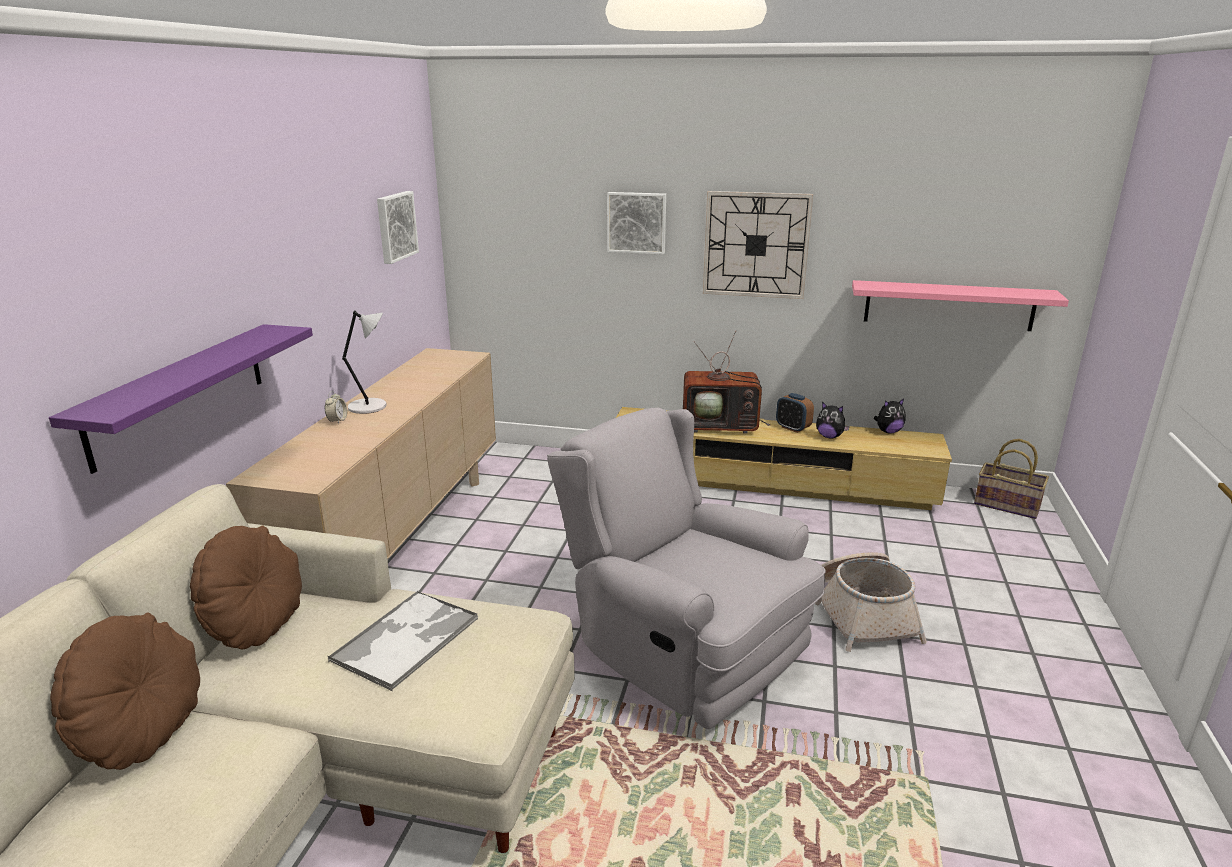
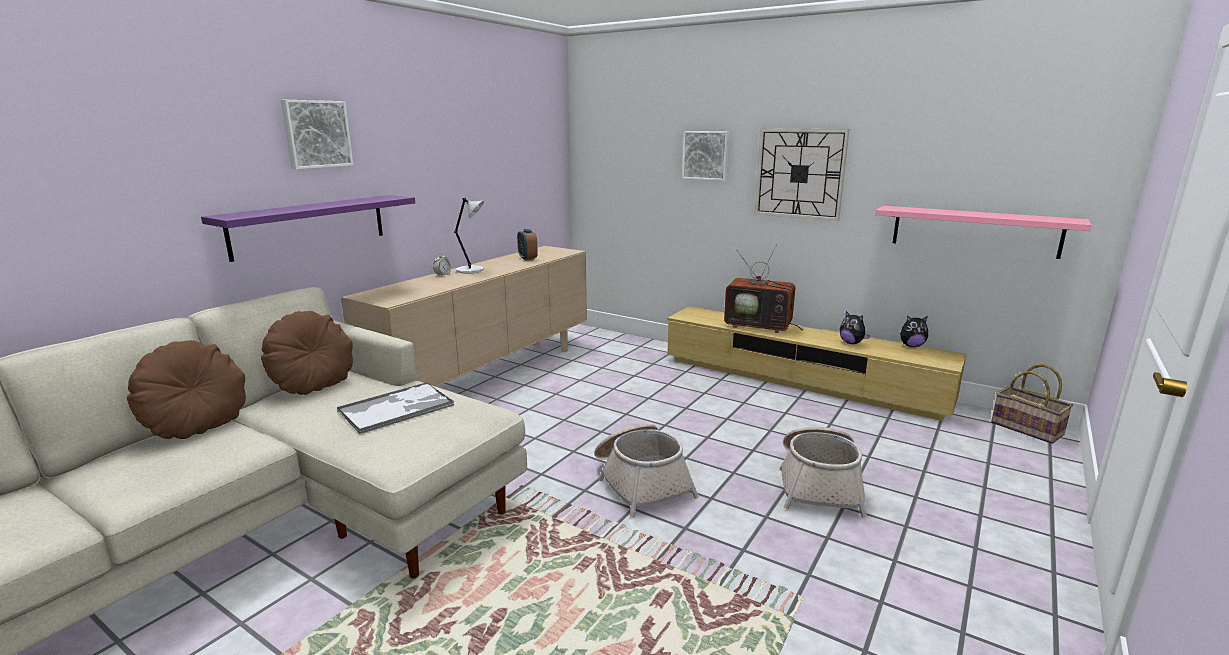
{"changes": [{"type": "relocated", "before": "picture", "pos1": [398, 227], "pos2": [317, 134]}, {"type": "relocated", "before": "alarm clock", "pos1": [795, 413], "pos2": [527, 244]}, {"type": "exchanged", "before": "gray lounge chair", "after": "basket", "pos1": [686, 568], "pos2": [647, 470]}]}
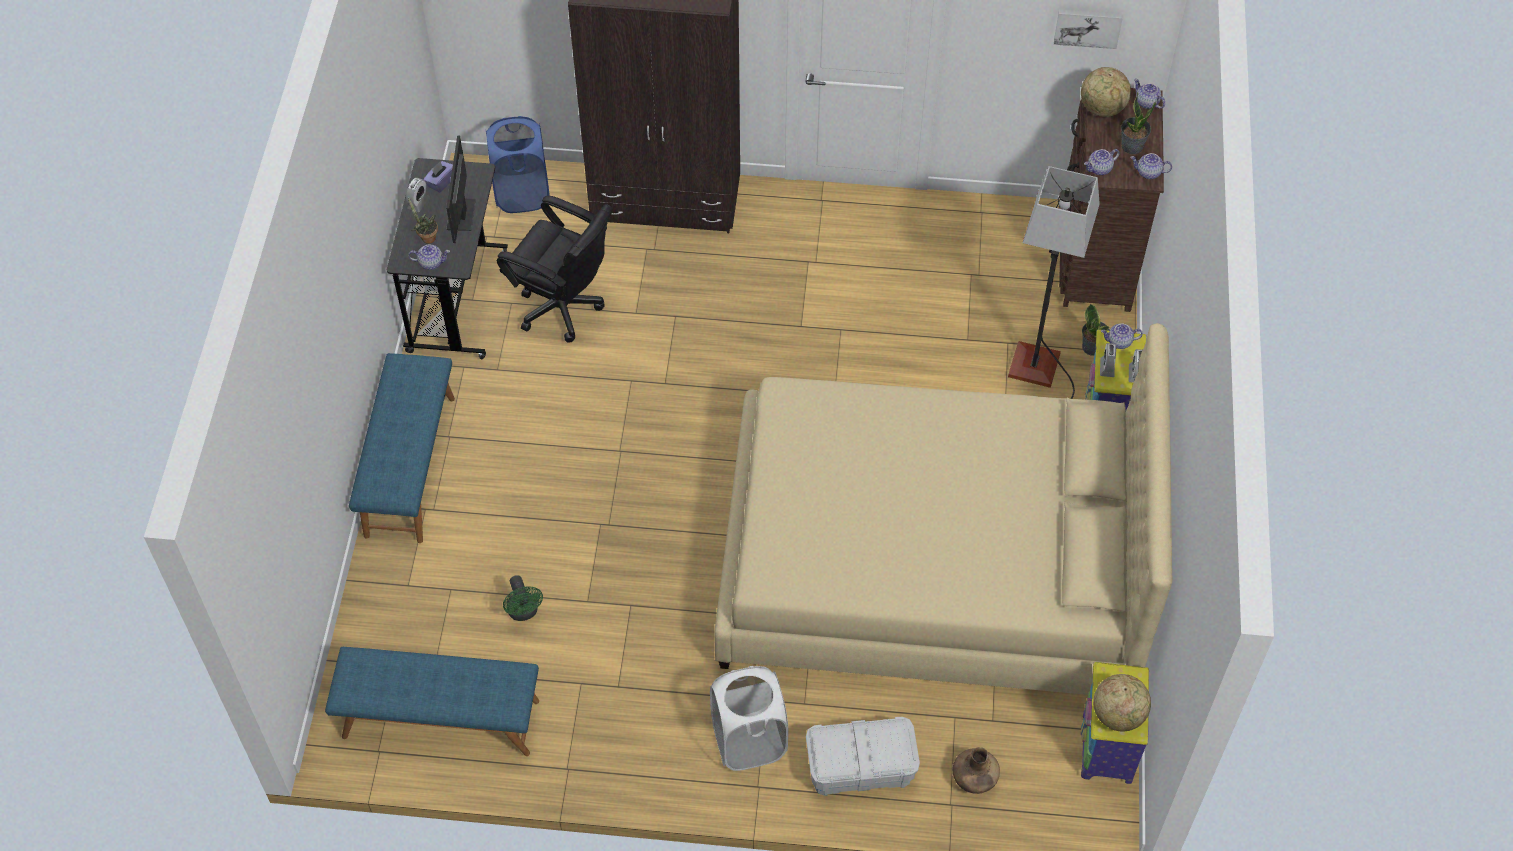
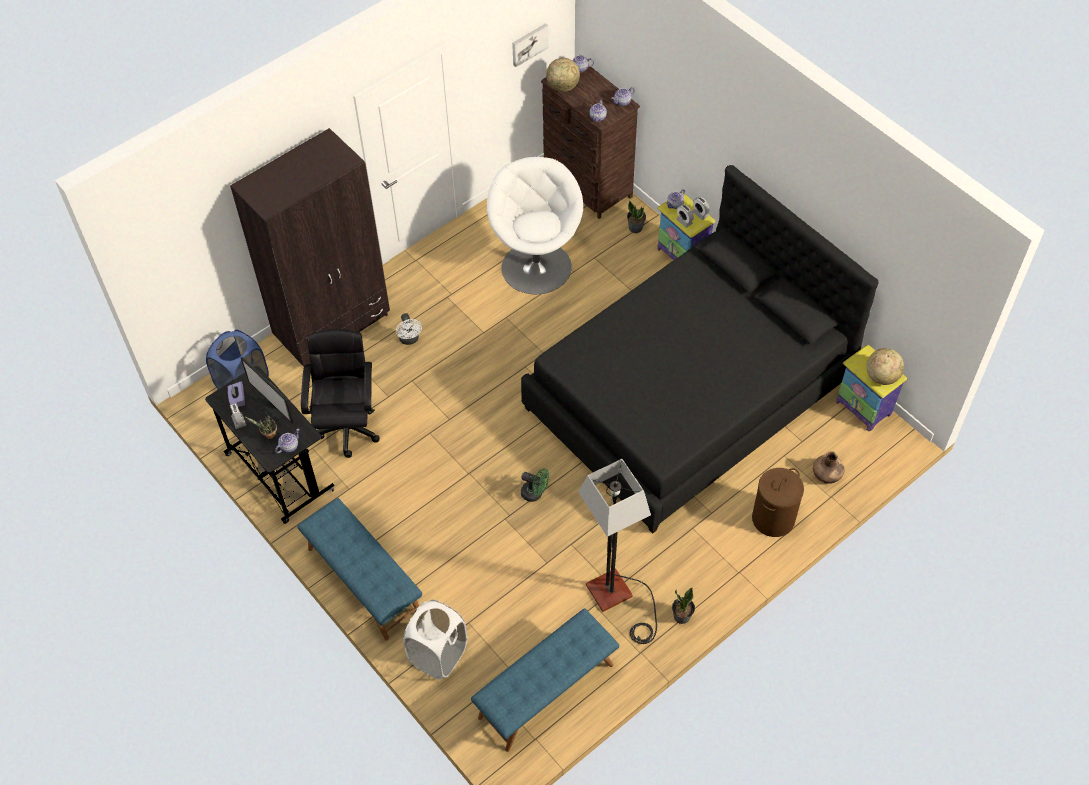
{"changes": [{"type": "appeared", "after": "whitish cooling fan", "pos2": [409, 329]}, {"type": "appeared", "after": "whitish lounge chair", "pos2": [535, 225]}, {"type": "relocated", "before": "green cooling fan", "pos1": [523, 598], "pos2": [535, 485]}, {"type": "relocated", "before": "whitish washing basket", "pos1": [749, 718], "pos2": [435, 640]}, {"type": "relocated", "before": "standing lamp", "pos1": [1054, 282], "pos2": [617, 551]}, {"type": "relocated", "before": "potted plant", "pos1": [1138, 123], "pos2": [683, 606]}, {"type": "exchanged", "before": "whitish storage box", "after": "brown-coloured washing basket", "pos1": [863, 756], "pos2": [778, 502]}, {"type": "colour", "before": "sand-coloured bed", "after": "black-coloured bed", "pos1": [943, 509], "pos2": [699, 349]}, {"type": "spun", "before": "black-coloured office chair", "pos1": [555, 269], "pos2": [340, 393], "turn": -75}]}
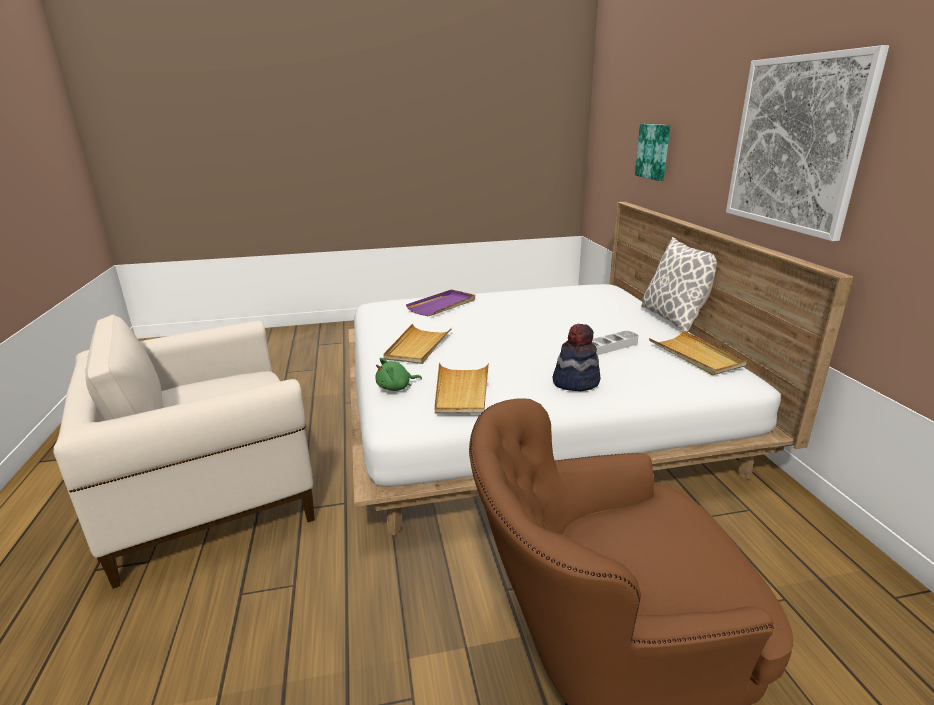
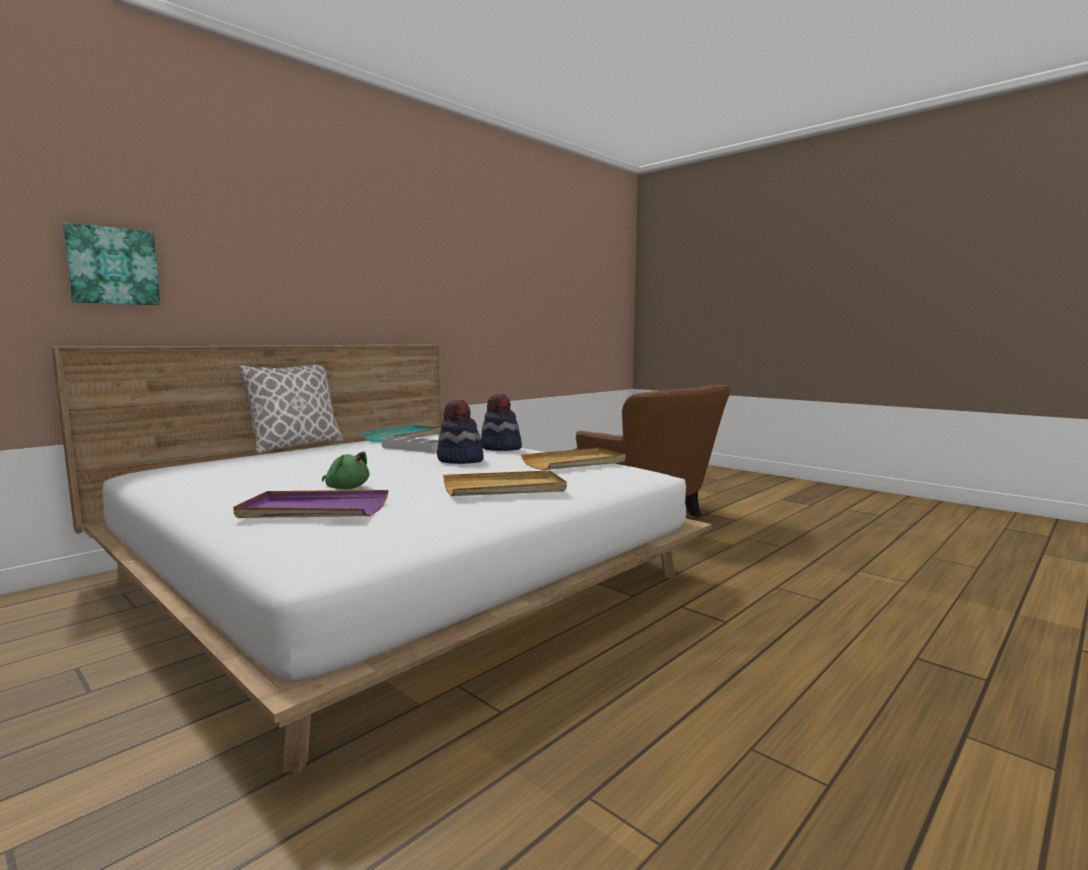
{"changes": [{"type": "missing", "before": "sand-coloured lounge chair", "pos1": [184, 451]}, {"type": "missing", "before": "picture", "pos1": [807, 143]}, {"type": "appeared", "after": "hat", "pos2": [460, 432]}, {"type": "relocated", "before": "green soft toy", "pos1": [398, 374], "pos2": [346, 471]}, {"type": "colour", "before": "sand-coloured carrying tray", "after": "turquoise-coloured carrying tray", "pos1": [698, 352], "pos2": [400, 433]}]}
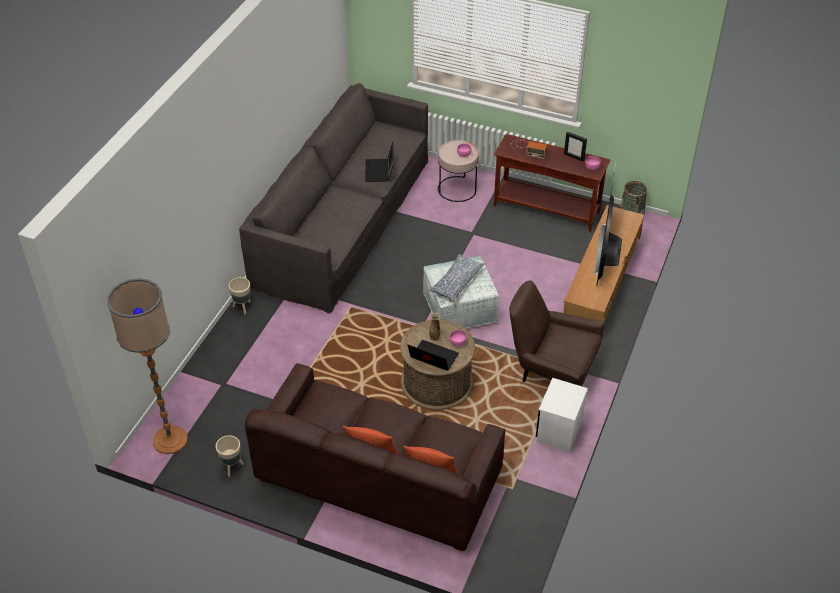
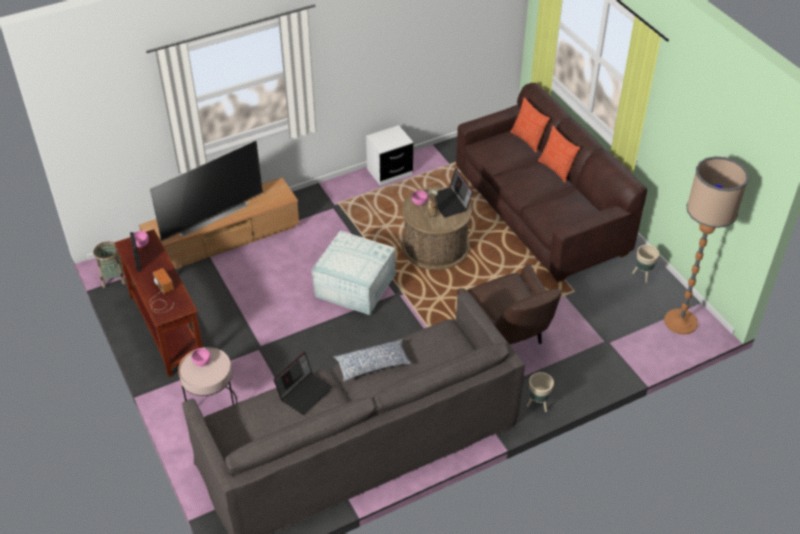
{"changes": [{"type": "relocated", "before": "pillow", "pos1": [456, 278], "pos2": [372, 360]}, {"type": "relocated", "before": "brown-coloured lounge chair", "pos1": [557, 333], "pos2": [509, 304]}]}
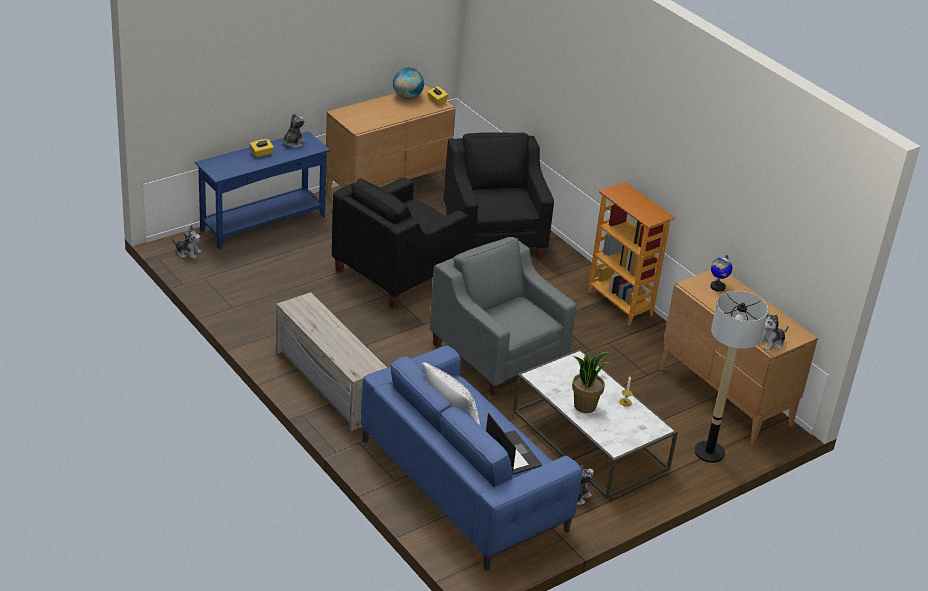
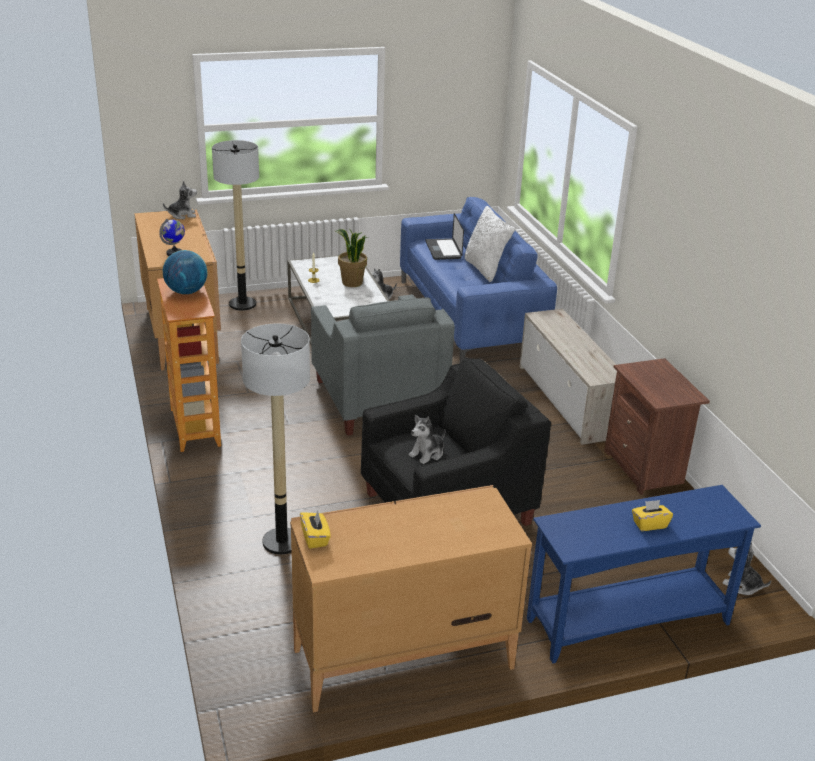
{"changes": [{"type": "appeared", "after": "brown-coloured bedside table", "pos2": [657, 426]}, {"type": "relocated", "before": "soft toy", "pos1": [294, 130], "pos2": [427, 439]}, {"type": "relocated", "before": "desk globe", "pos1": [408, 83], "pos2": [185, 272]}, {"type": "exchanged", "before": "black-coloured lounge chair", "after": "standing lamp", "pos1": [498, 196], "pos2": [275, 439]}]}
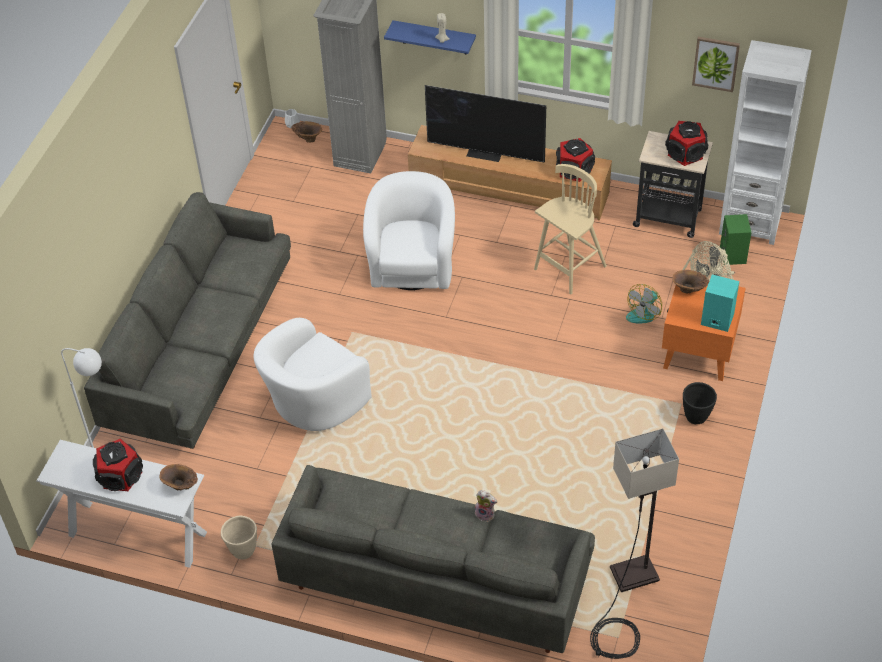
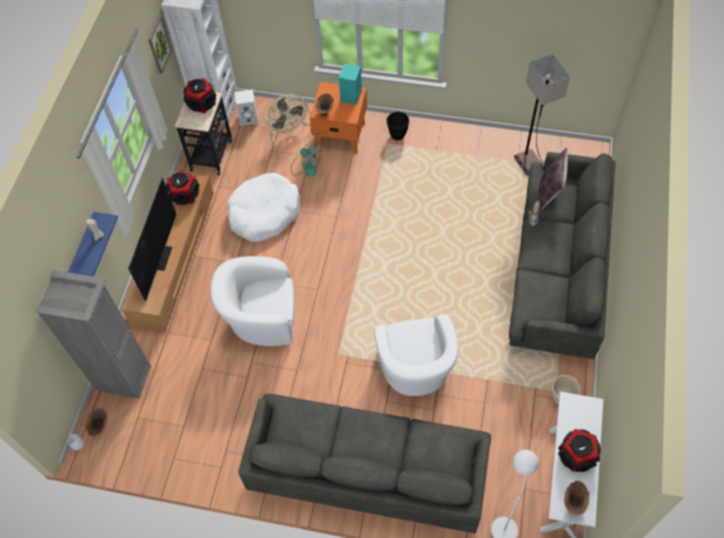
{"changes": [{"type": "appeared", "after": "brown-coloured pillow", "pos2": [553, 179]}, {"type": "relocated", "before": "brown-coloured decorative vase", "pos1": [178, 477], "pos2": [576, 498]}, {"type": "exchanged", "before": "sand-coloured stool seat", "after": "whitish pet bed", "pos1": [570, 229], "pos2": [263, 207]}, {"type": "colour", "before": "green loudspeaker", "after": "whitish loudspeaker", "pos1": [736, 239], "pos2": [246, 107]}, {"type": "spun", "before": "whitish lounge chair", "pos1": [313, 374], "pos2": [416, 355], "turn": 45}]}
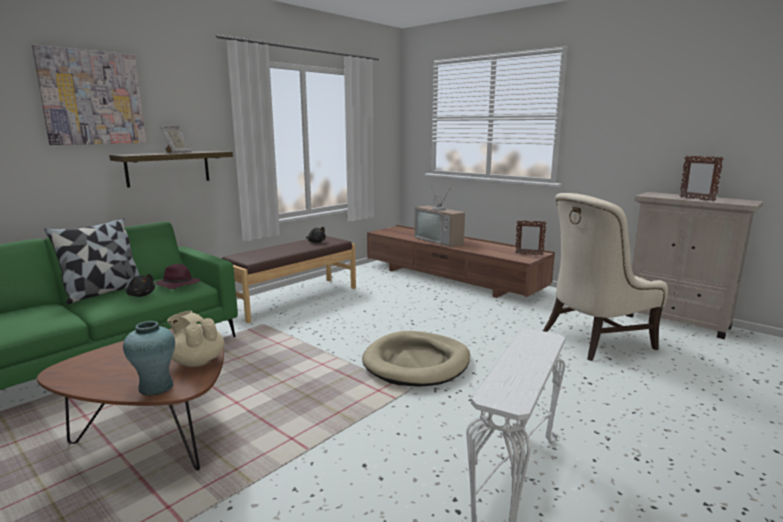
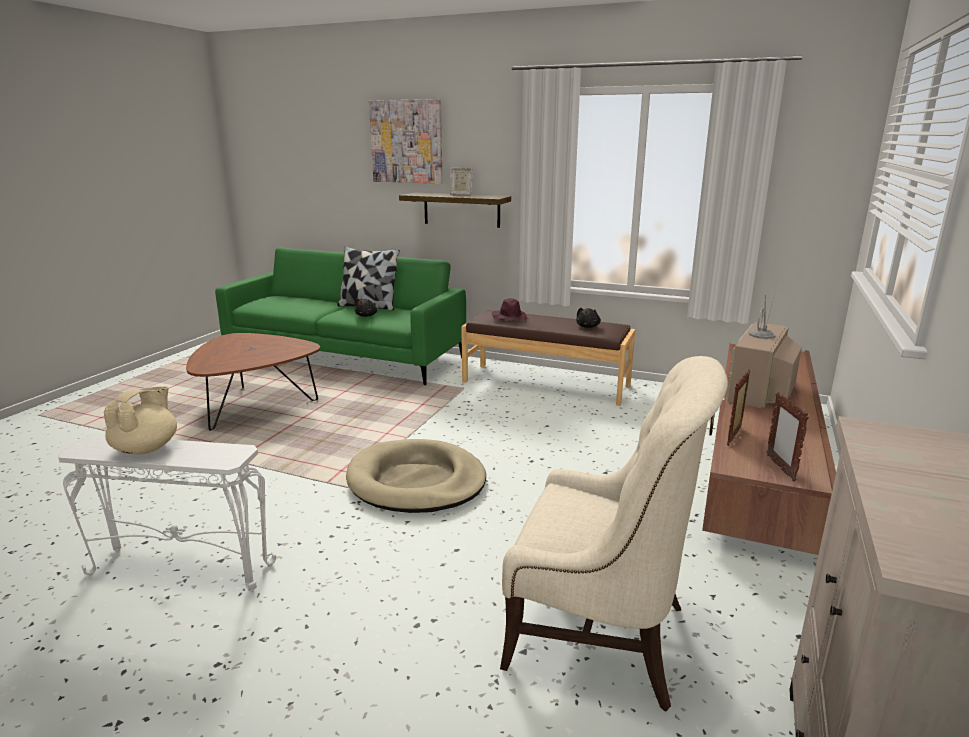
{"changes": [{"type": "missing", "before": "turquoise-coloured decorative vase", "pos1": [149, 358]}, {"type": "relocated", "before": "purple-coloured hat", "pos1": [178, 276], "pos2": [510, 309]}, {"type": "relocated", "before": "sand-coloured teapot", "pos1": [196, 339], "pos2": [140, 420]}, {"type": "relocated", "before": "picture frame", "pos1": [702, 179], "pos2": [738, 407]}, {"type": "spun", "before": "sand-coloured lounge chair", "pos1": [605, 277], "pos2": [614, 534], "turn": 150}]}
